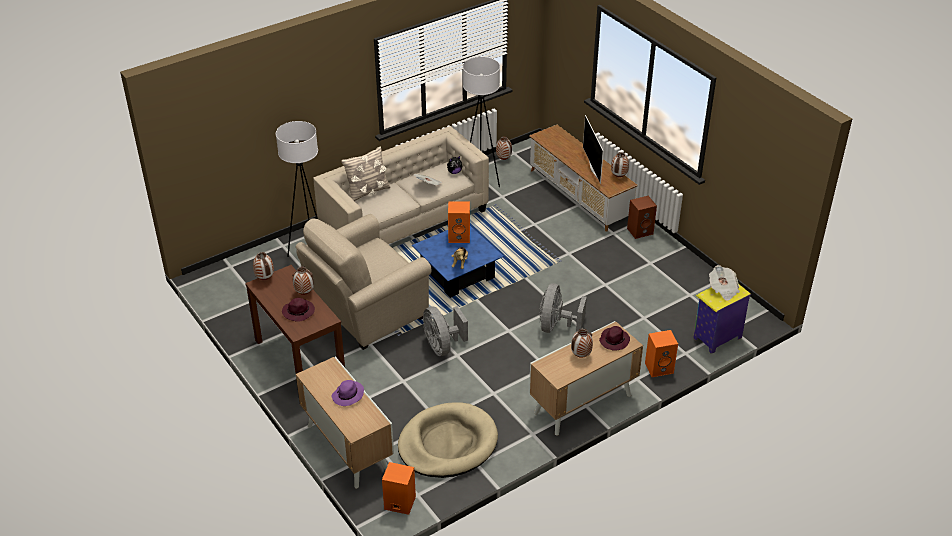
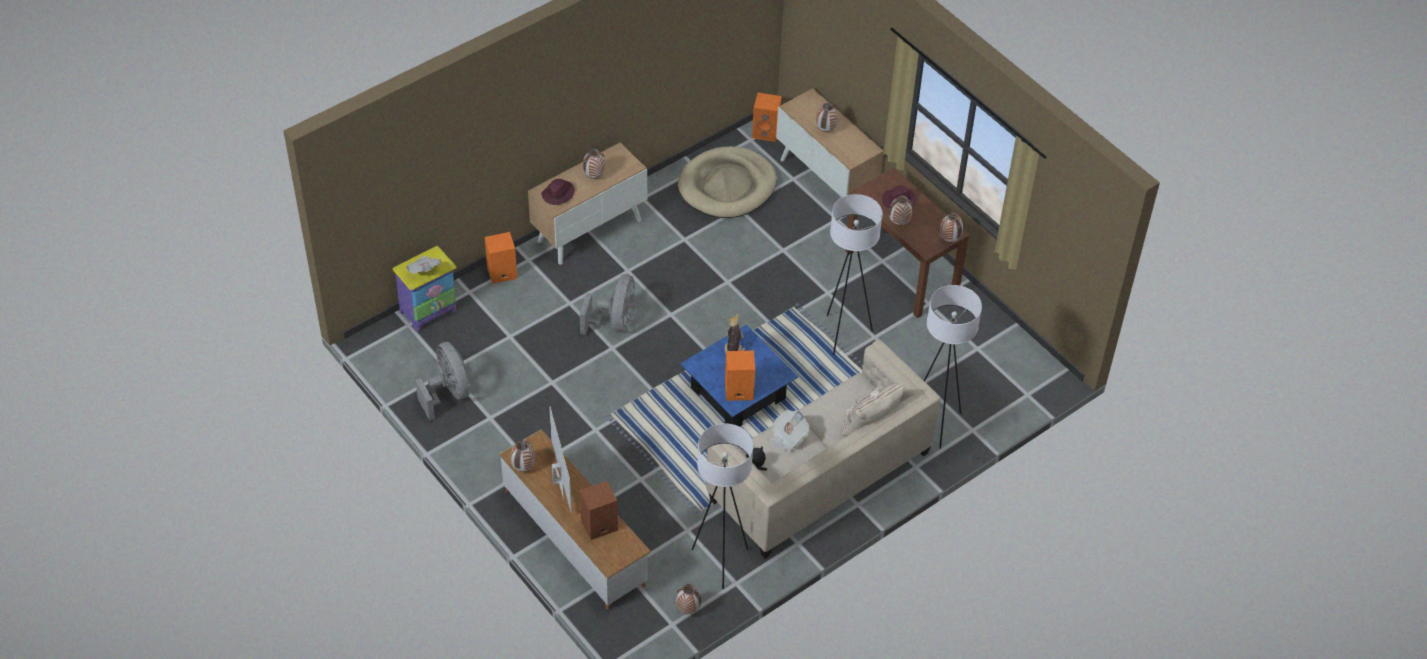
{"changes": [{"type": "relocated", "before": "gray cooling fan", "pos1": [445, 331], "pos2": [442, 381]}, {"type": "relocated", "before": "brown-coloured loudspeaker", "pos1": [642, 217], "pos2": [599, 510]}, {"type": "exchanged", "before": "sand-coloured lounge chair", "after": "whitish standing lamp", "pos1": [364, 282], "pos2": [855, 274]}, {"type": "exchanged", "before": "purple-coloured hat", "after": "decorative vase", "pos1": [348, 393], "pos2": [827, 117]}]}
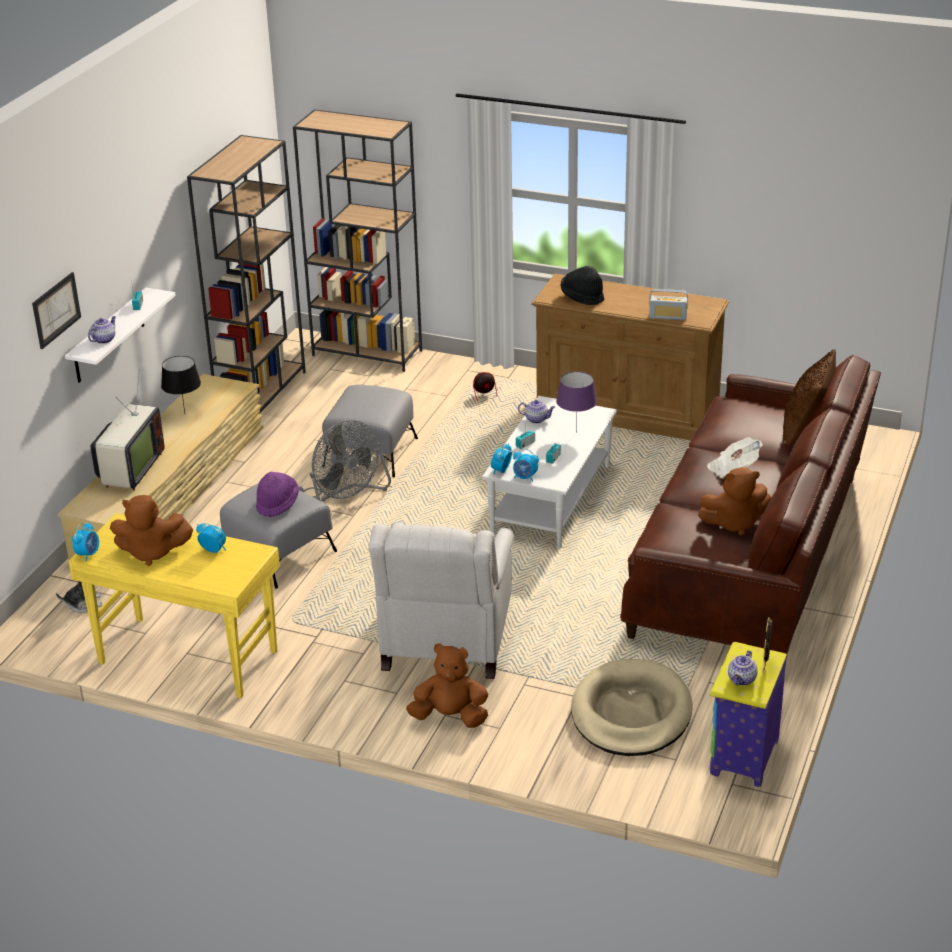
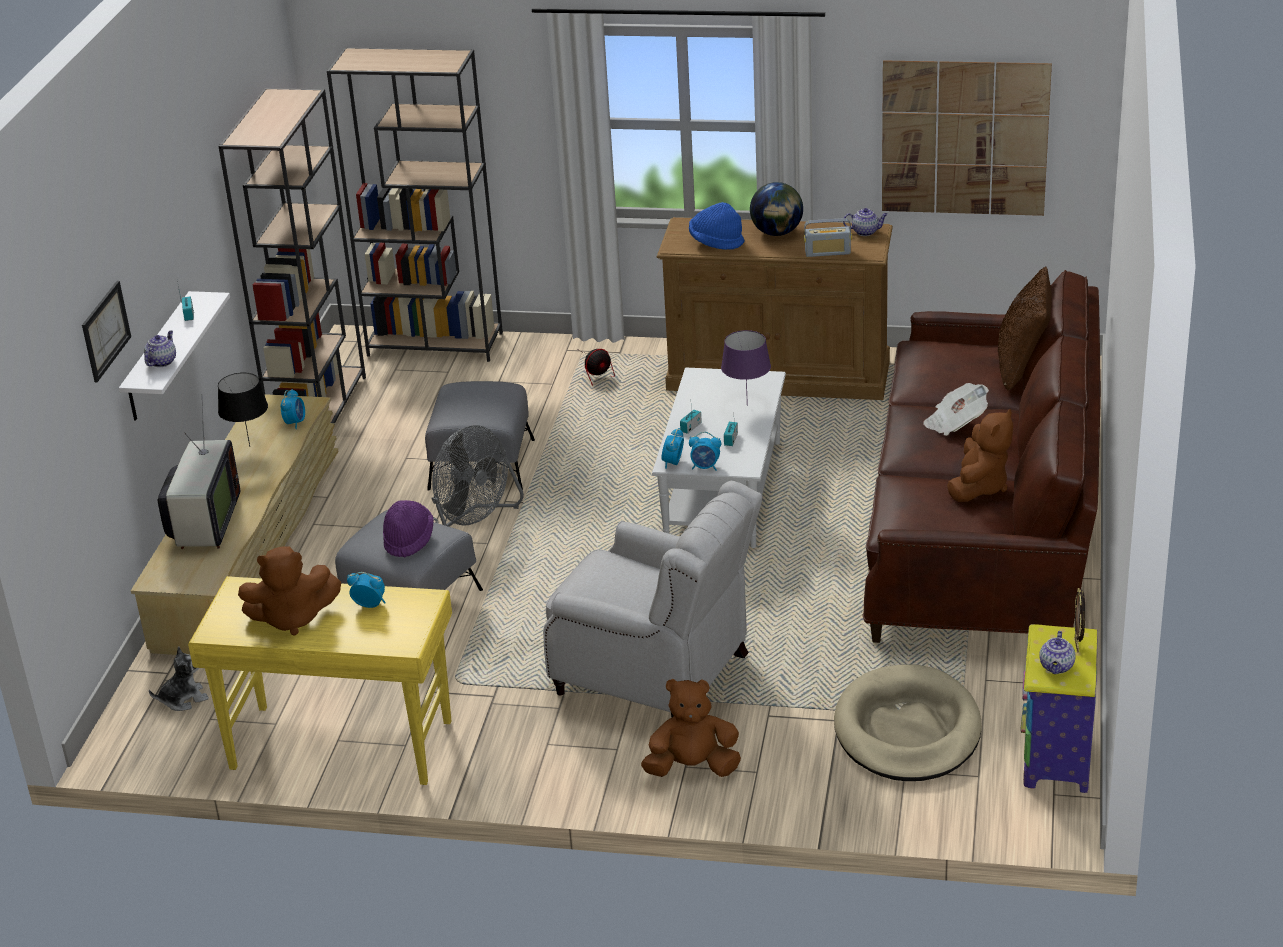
{"changes": [{"type": "appeared", "after": "desk globe", "pos2": [776, 209]}, {"type": "appeared", "after": "picture", "pos2": [967, 138]}, {"type": "relocated", "before": "alarm clock", "pos1": [85, 542], "pos2": [293, 409]}, {"type": "relocated", "before": "teapot", "pos1": [536, 411], "pos2": [865, 222]}, {"type": "colour", "before": "black-coloured hat", "after": "blue hat", "pos1": [582, 285], "pos2": [717, 226]}, {"type": "spun", "before": "whitish lounge chair", "pos1": [441, 600], "pos2": [652, 599], "turn": -60}, {"type": "spun", "before": "brown-coloured soft toy", "pos1": [734, 501], "pos2": [980, 455], "turn": -45}]}
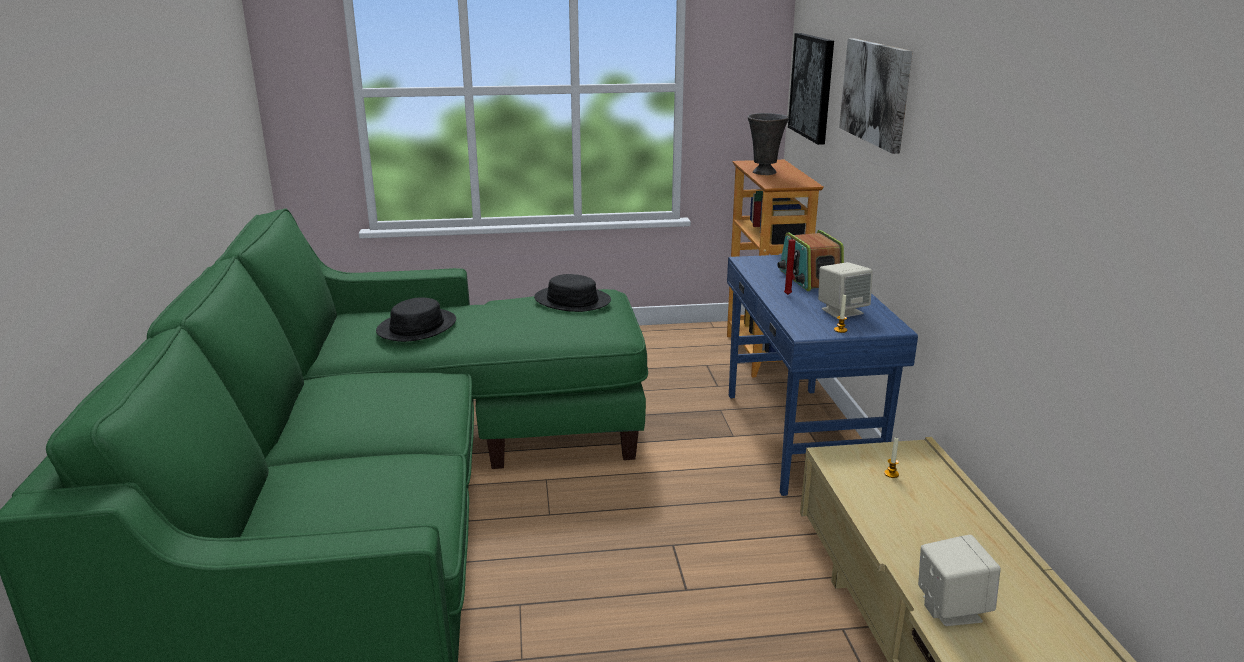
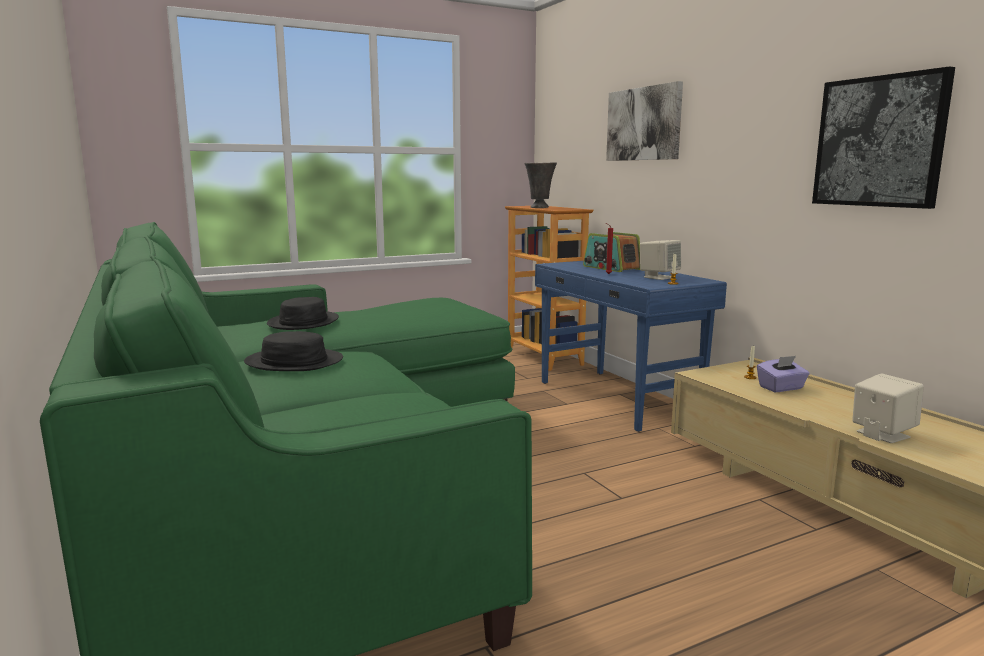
{"changes": [{"type": "appeared", "after": "purple-coloured box of tissues", "pos2": [783, 374]}, {"type": "relocated", "before": "black-coloured hat", "pos1": [572, 293], "pos2": [293, 351]}, {"type": "relocated", "before": "picture", "pos1": [811, 89], "pos2": [883, 137]}]}
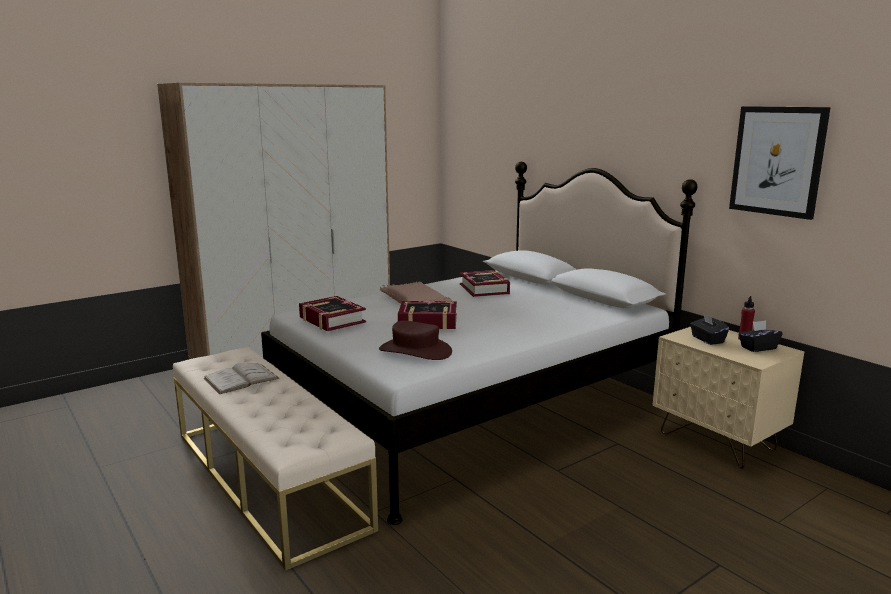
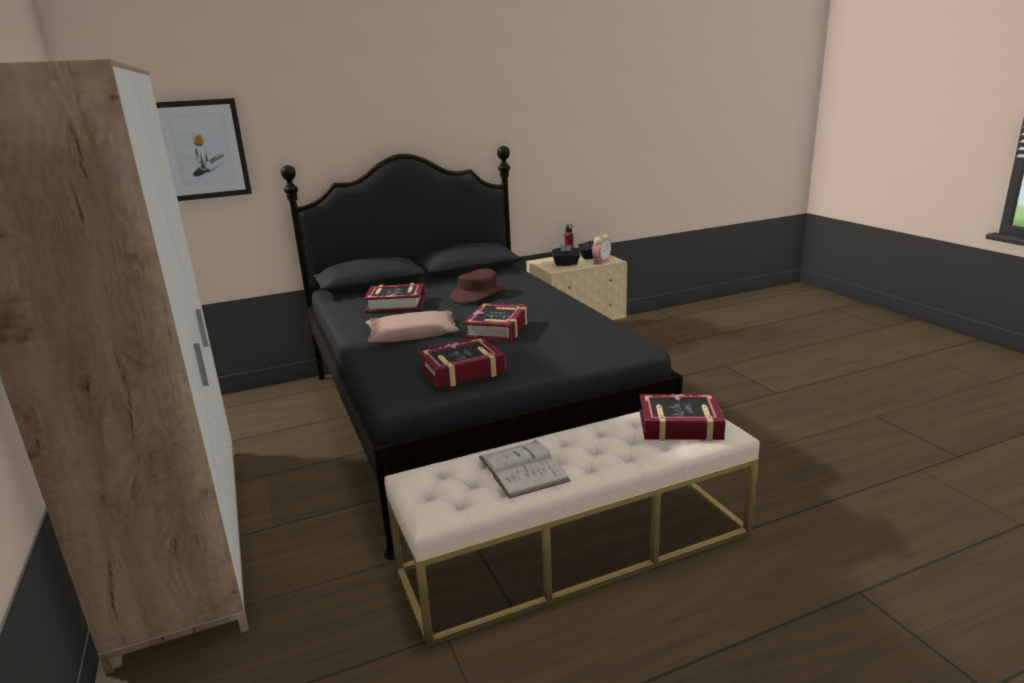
{"changes": [{"type": "appeared", "after": "alarm clock", "pos2": [601, 249]}, {"type": "appeared", "after": "book", "pos2": [682, 417]}, {"type": "relocated", "before": "brown-coloured hat", "pos1": [415, 340], "pos2": [478, 286]}, {"type": "relocated", "before": "picture", "pos1": [780, 163], "pos2": [204, 149]}, {"type": "colour", "before": "whitish bed", "after": "black-coloured bed", "pos1": [479, 343], "pos2": [482, 353]}]}
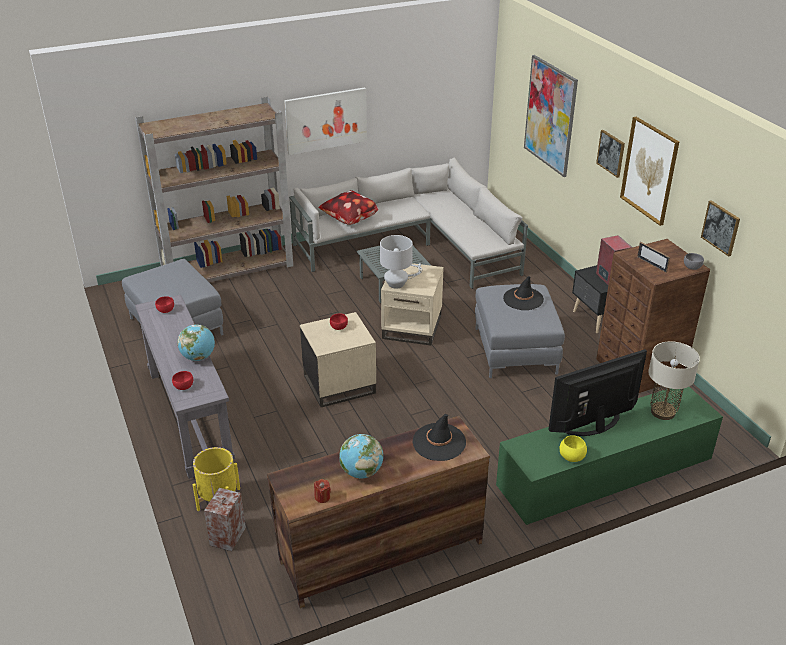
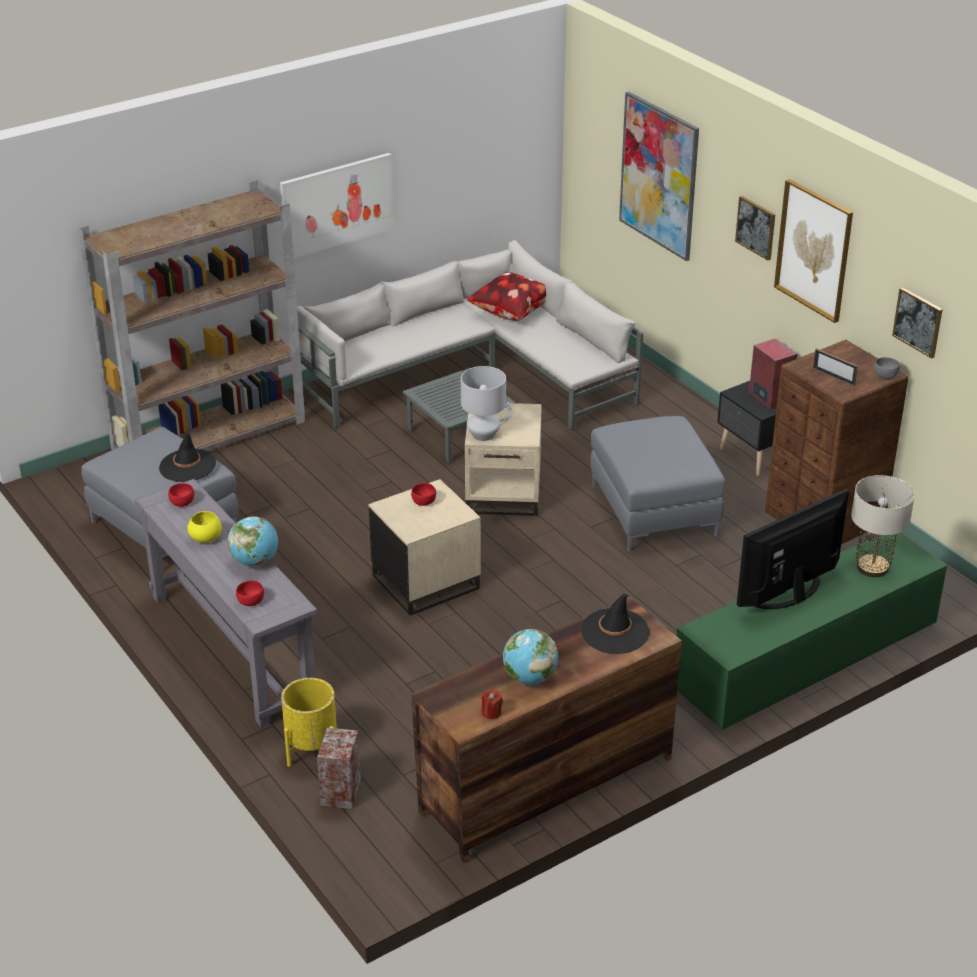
{"changes": [{"type": "relocated", "before": "pillow", "pos1": [348, 207], "pos2": [506, 296]}, {"type": "relocated", "before": "black-coloured hat", "pos1": [523, 293], "pos2": [187, 458]}, {"type": "relocated", "before": "yellow bowl", "pos1": [573, 448], "pos2": [205, 527]}]}
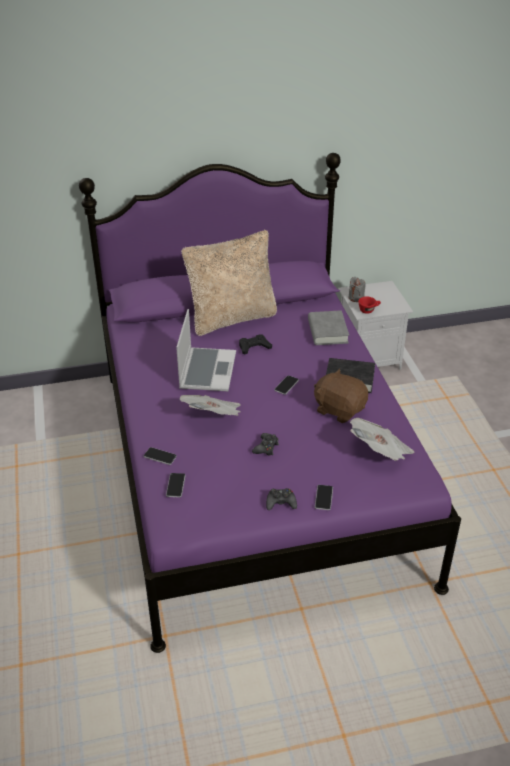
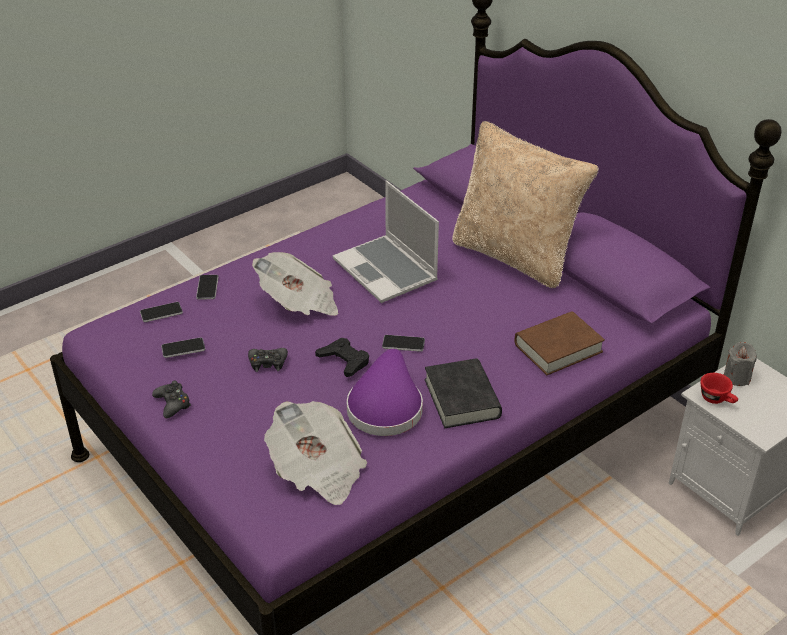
{"changes": [{"type": "relocated", "before": "black-coloured joypad", "pos1": [255, 344], "pos2": [342, 357]}, {"type": "relocated", "before": "phone", "pos1": [324, 497], "pos2": [183, 348]}, {"type": "exchanged", "before": "brown-coloured soft toy", "after": "purple-coloured hat", "pos1": [341, 395], "pos2": [385, 392]}, {"type": "colour", "before": "gray book", "after": "brown-coloured book", "pos1": [328, 327], "pos2": [559, 343]}, {"type": "spun", "before": "notebook computer", "pos1": [206, 350], "pos2": [386, 242], "turn": 75}]}
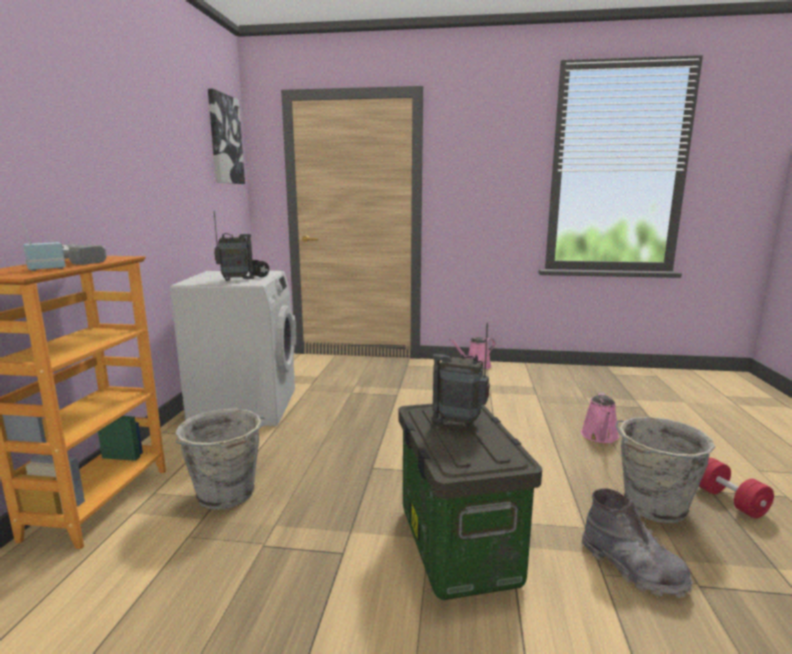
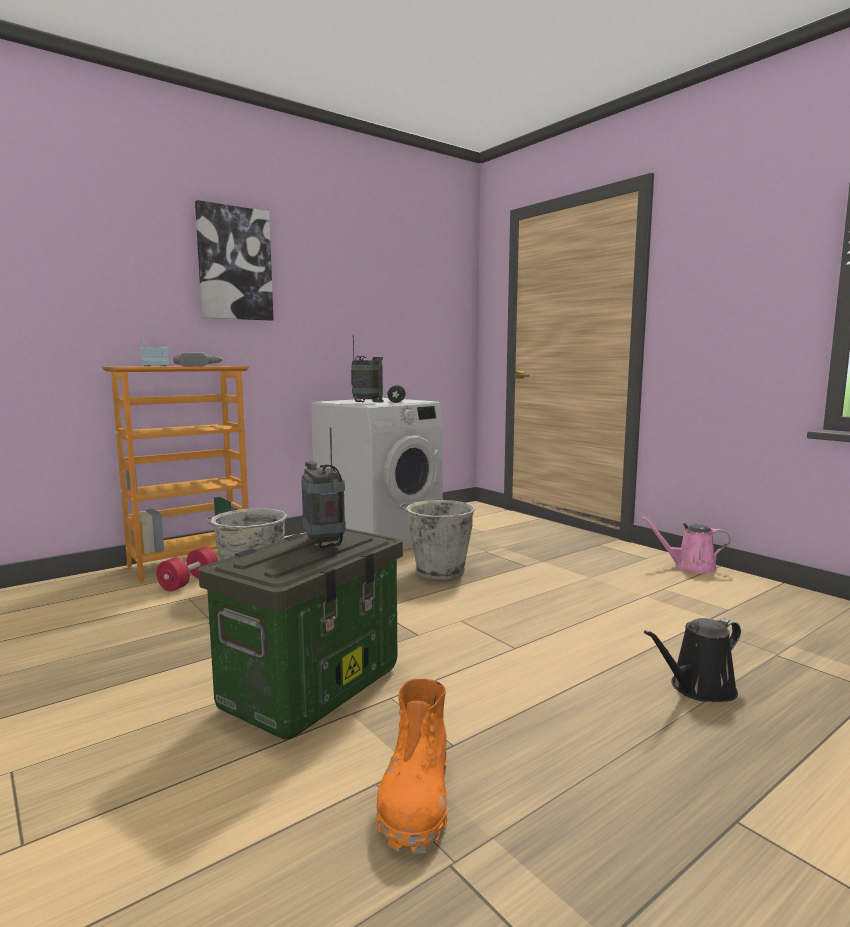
{"changes": [{"type": "relocated", "before": "picture", "pos1": [226, 136], "pos2": [234, 260]}, {"type": "relocated", "before": "gray water bucket", "pos1": [665, 470], "pos2": [437, 539]}, {"type": "relocated", "before": "reddish hand weight", "pos1": [736, 488], "pos2": [187, 569]}, {"type": "colour", "before": "pink-coloured sprinkling can", "after": "black-coloured sprinkling can", "pos1": [600, 417], "pos2": [692, 660]}, {"type": "colour", "before": "gray tall boot", "after": "orangey tall boot", "pos1": [637, 543], "pos2": [412, 766]}]}
